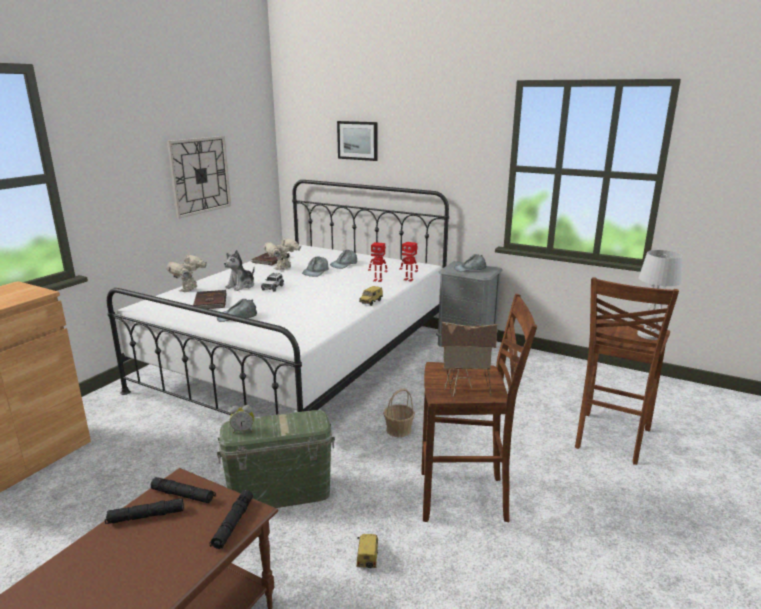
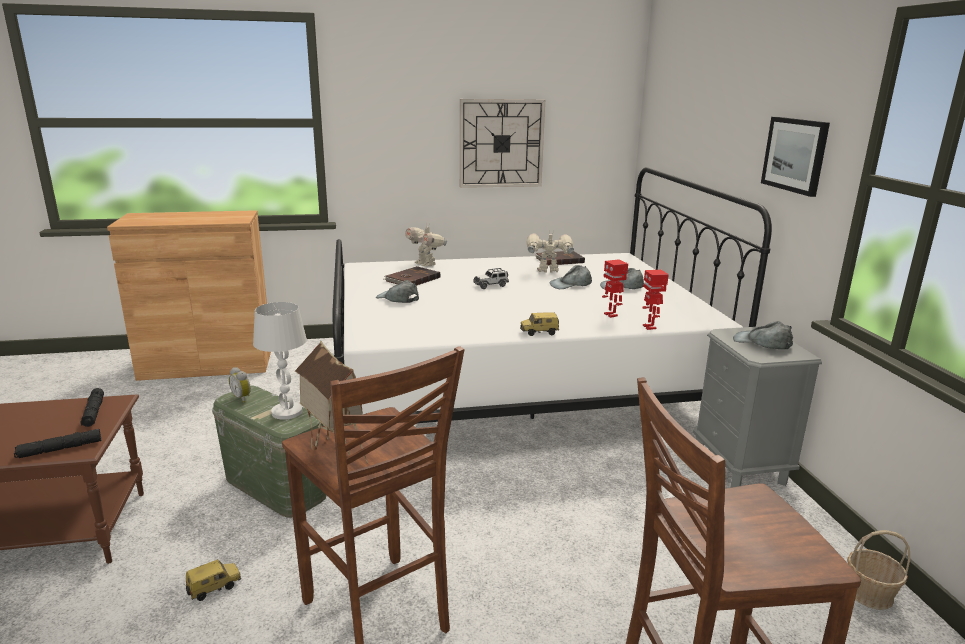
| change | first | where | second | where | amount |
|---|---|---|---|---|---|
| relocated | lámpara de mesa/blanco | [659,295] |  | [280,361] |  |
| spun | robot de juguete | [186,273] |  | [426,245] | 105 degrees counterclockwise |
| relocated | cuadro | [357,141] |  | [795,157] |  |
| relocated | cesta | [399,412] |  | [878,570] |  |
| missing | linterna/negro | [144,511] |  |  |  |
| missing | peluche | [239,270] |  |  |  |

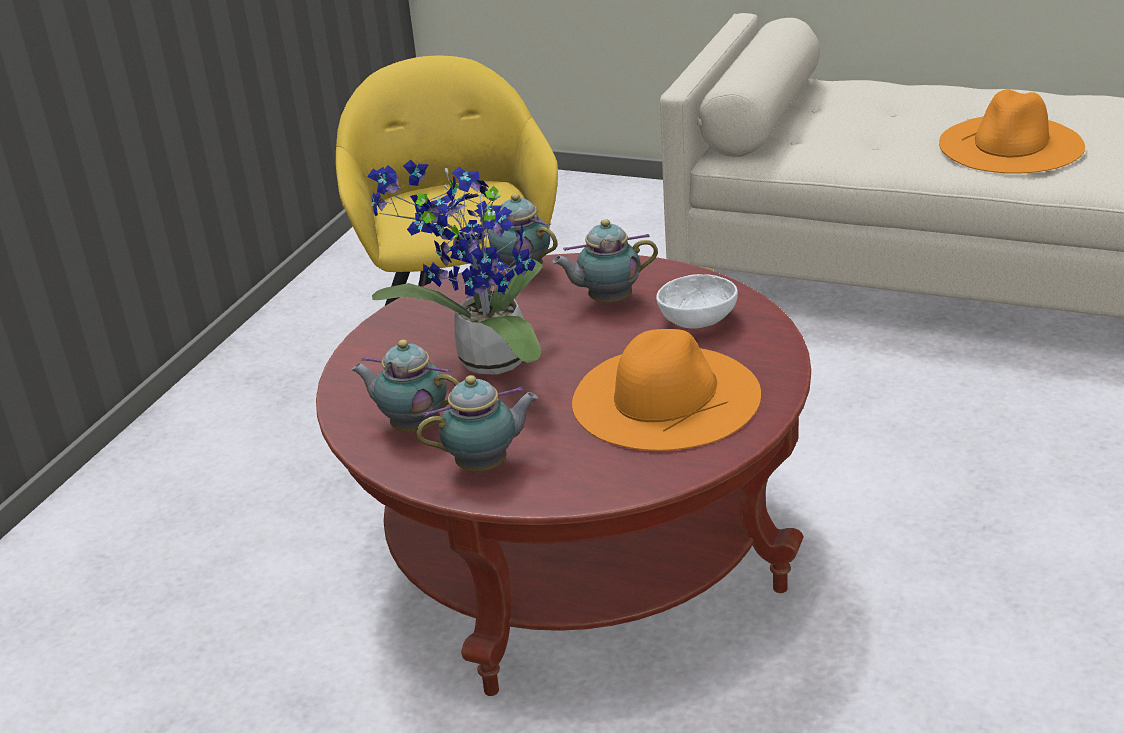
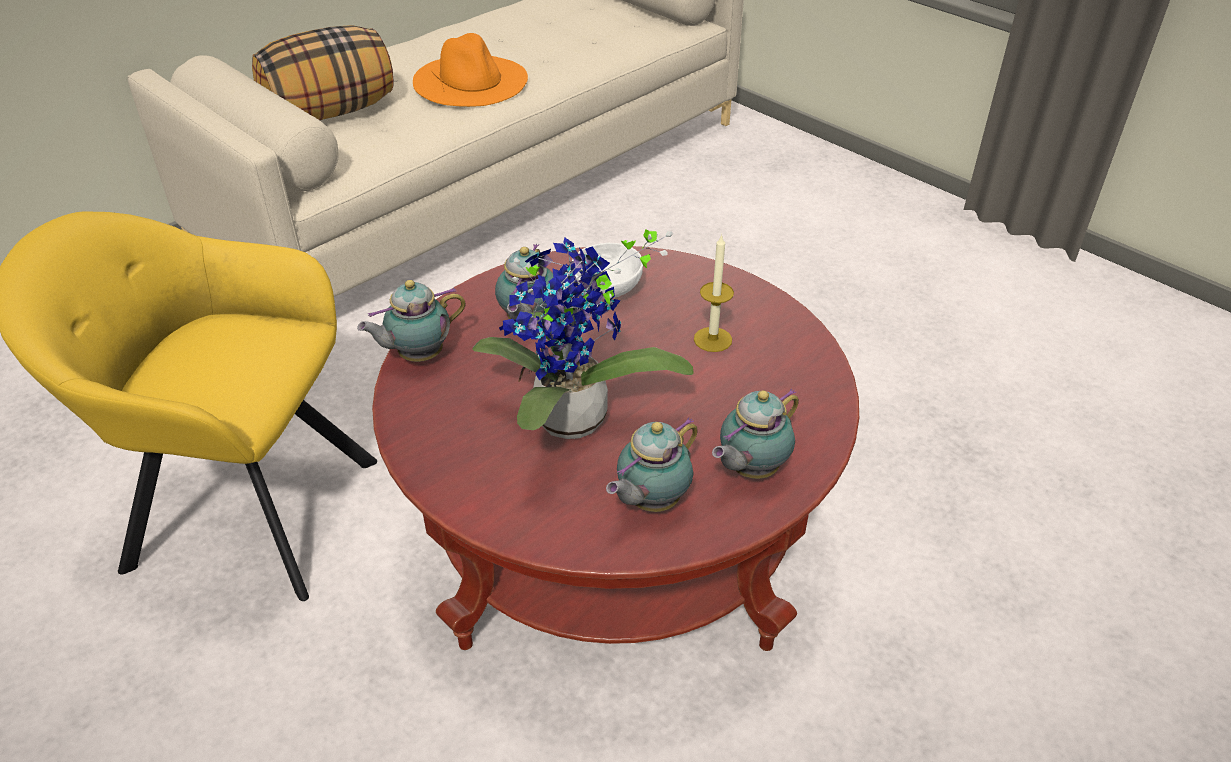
| change | first | where | second | where | amount |
|---|---|---|---|---|---|
| appeared |  |  | cojín | [322,72] |  |
| exchanged | sombrero/naranja | [666,390] | vela | [714,293] |  |
| spun | tetera | [477,423] |  | [755,433] | 135 degrees counterclockwise |

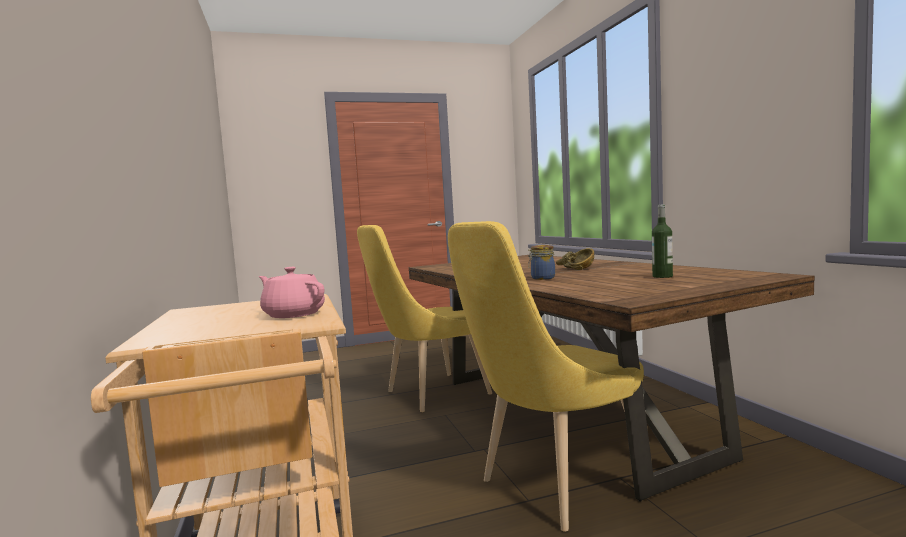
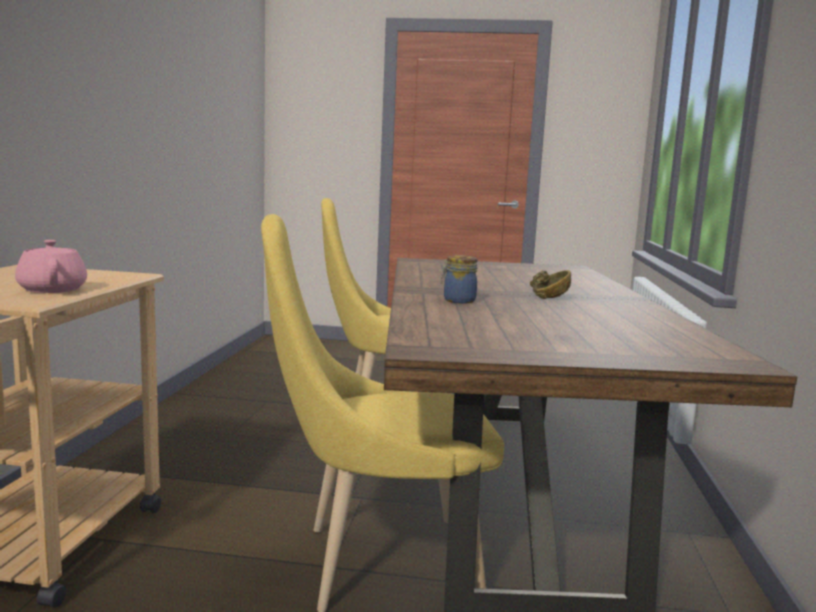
| change | first | where | second | where | amount |
|---|---|---|---|---|---|
| missing | botella | [662,241] |  |  |  |

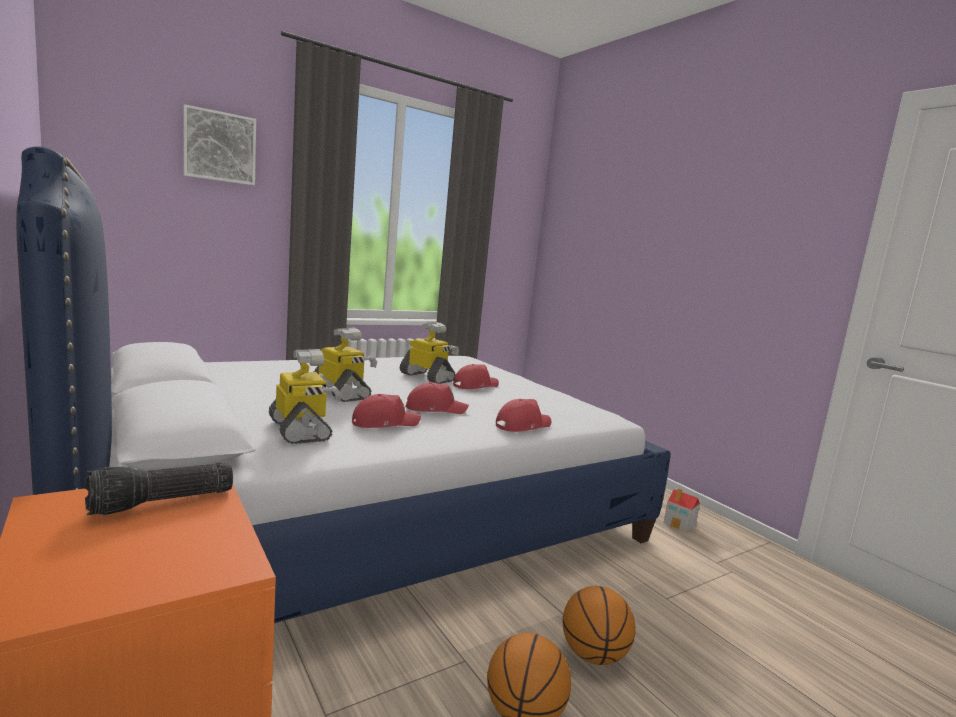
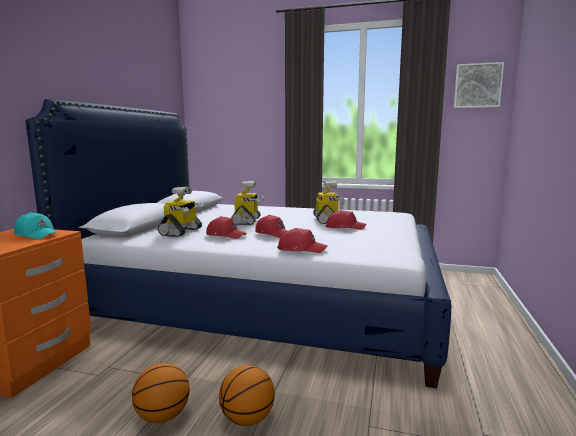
| change | first | where | second | where | amount |
|---|---|---|---|---|---|
| exchanged | linterna | [159,488] | gorra/turquesa | [36,225] |  |
| relocated | cuadro | [219,145] |  | [479,85] |  |
| missing | casita | [682,510] |  |  |  |

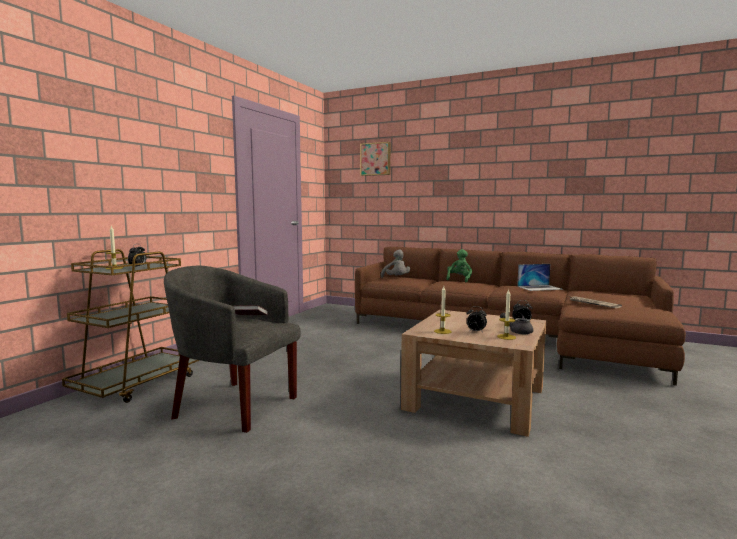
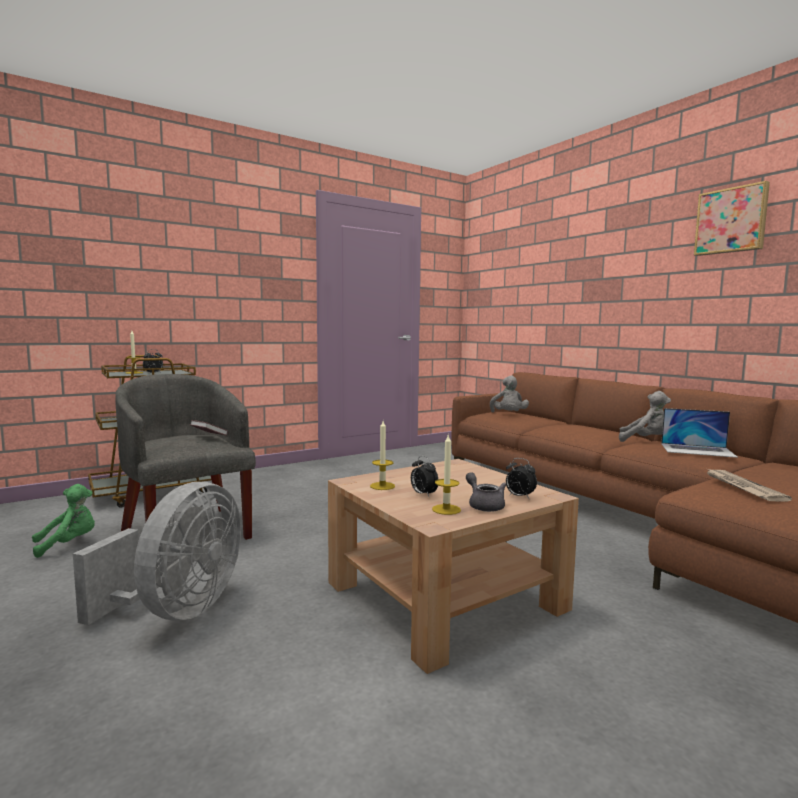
| change | first | where | second | where | amount |
|---|---|---|---|---|---|
| relocated | peluche/verde | [459,265] |  | [63,521] |  |
| appeared |  |  | ventilador/gris | [157,553] |  |
| appeared |  |  | peluche/gris | [645,416] |  |
| relocated | cuadro | [375,159] |  | [732,218] |  |

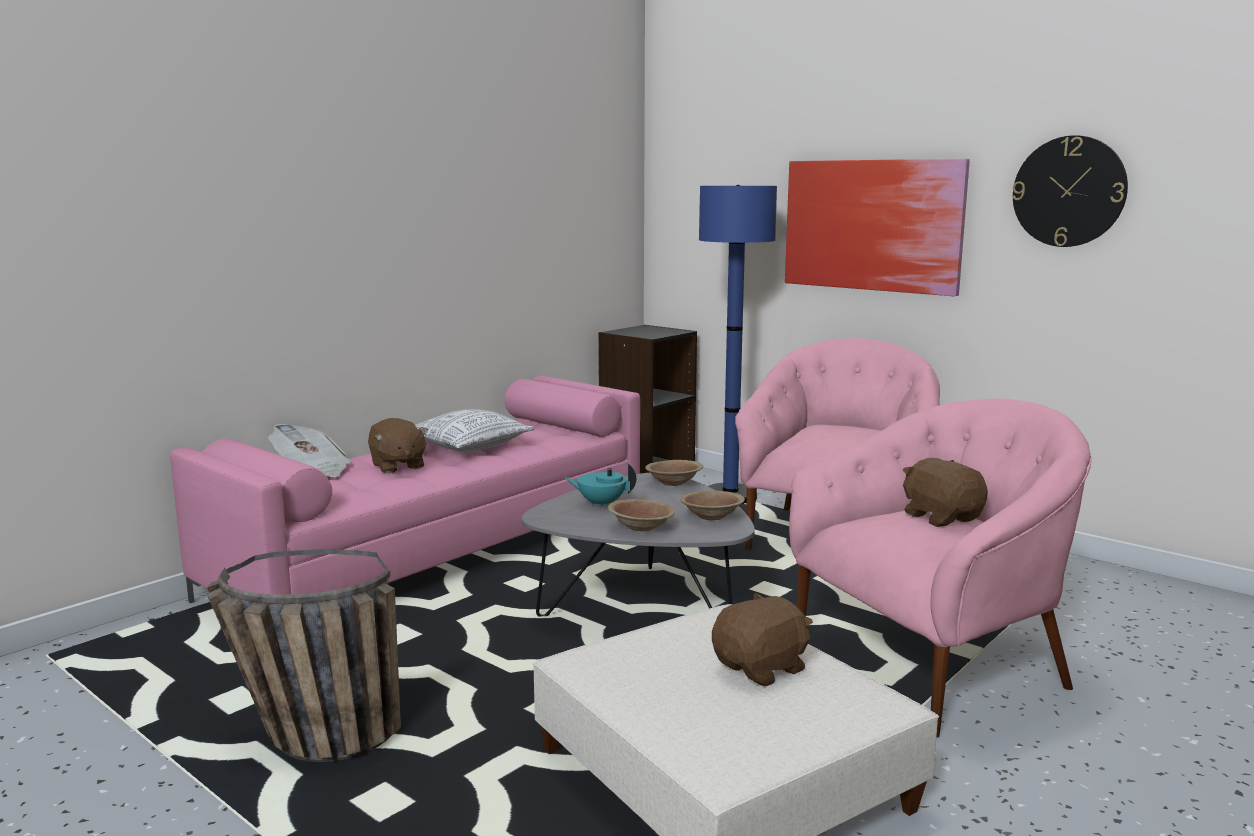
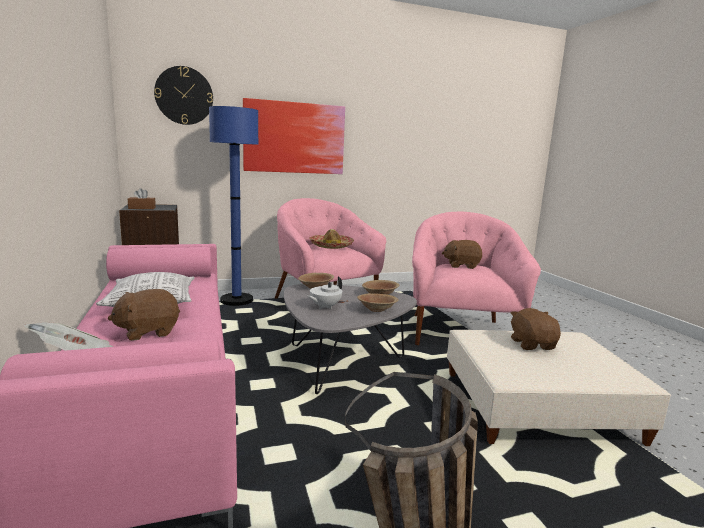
| change | first | where | second | where | amount |
|---|---|---|---|---|---|
| spun | peluche/marrón | [398,445] |  | [144,315] | 150 degrees clockwise |
| appeared |  |  | caja de pañuelos/marrón | [142,198] |  |
| relocated | reloj de pared | [1070,191] |  | [183,95] |  |
| colour | tetera/turquesa | [600,486] | tetera/blanco | [325,293] |  |
| appeared |  |  | sombrero | [332,239] |  |

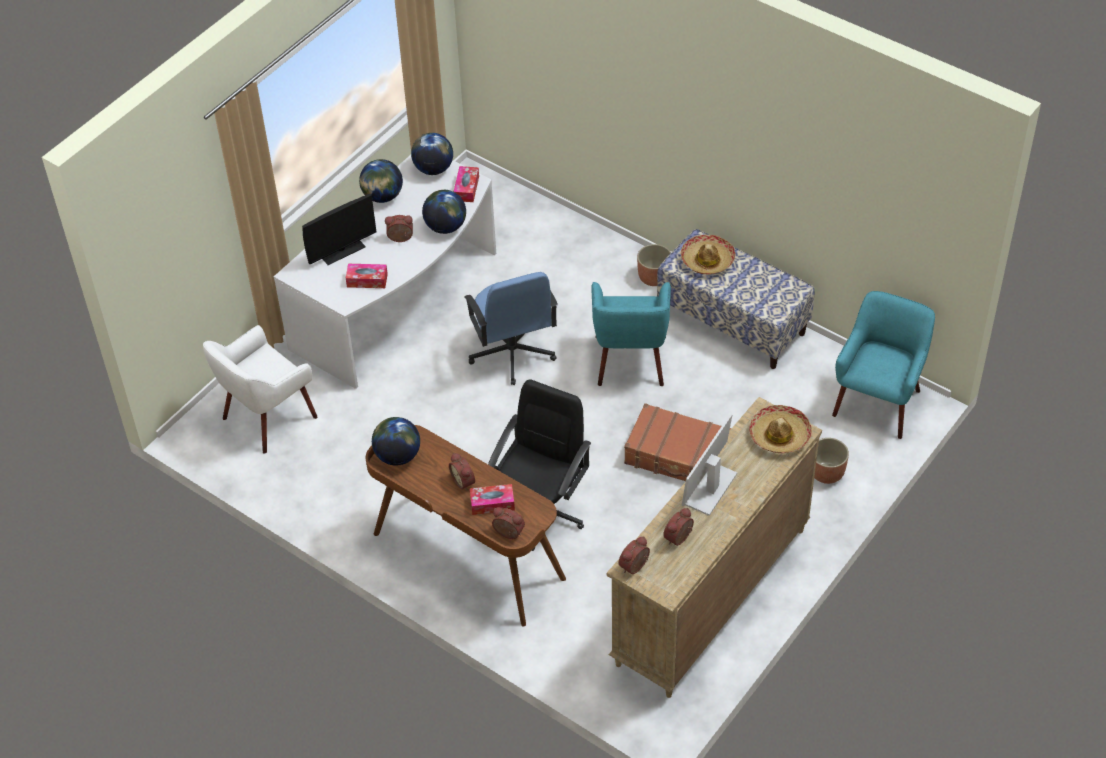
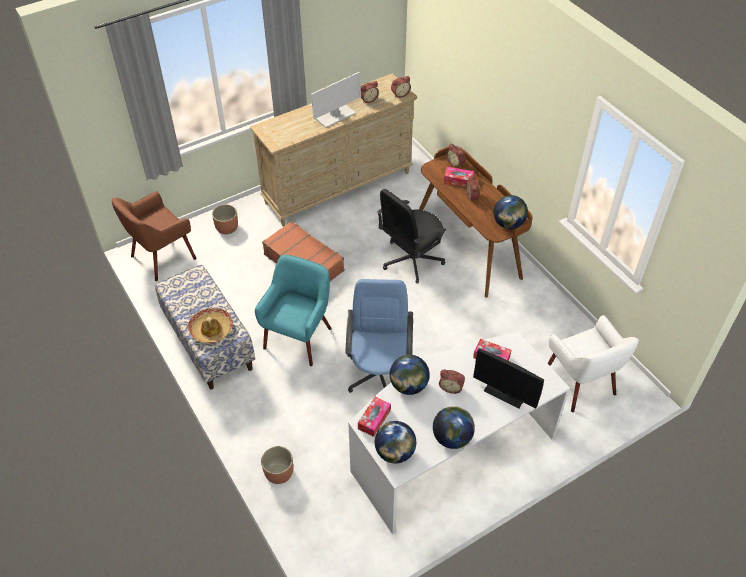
| change | first | where | second | where | amount |
|---|---|---|---|---|---|
| colour | sillón/turquesa | [883,365] | sillón/marrón | [153,236] |  |
| relocated | maceta | [654,265] |  | [277,465] |  |
| spun | monitor | [339,229] |  | [508,378] | 135 degrees counterclockwise |
| spun | sillón/blanco | [260,389] |  | [593,363] | 90 degrees clockwise |
| missing | sombrero | [780,429] |  |  |  |

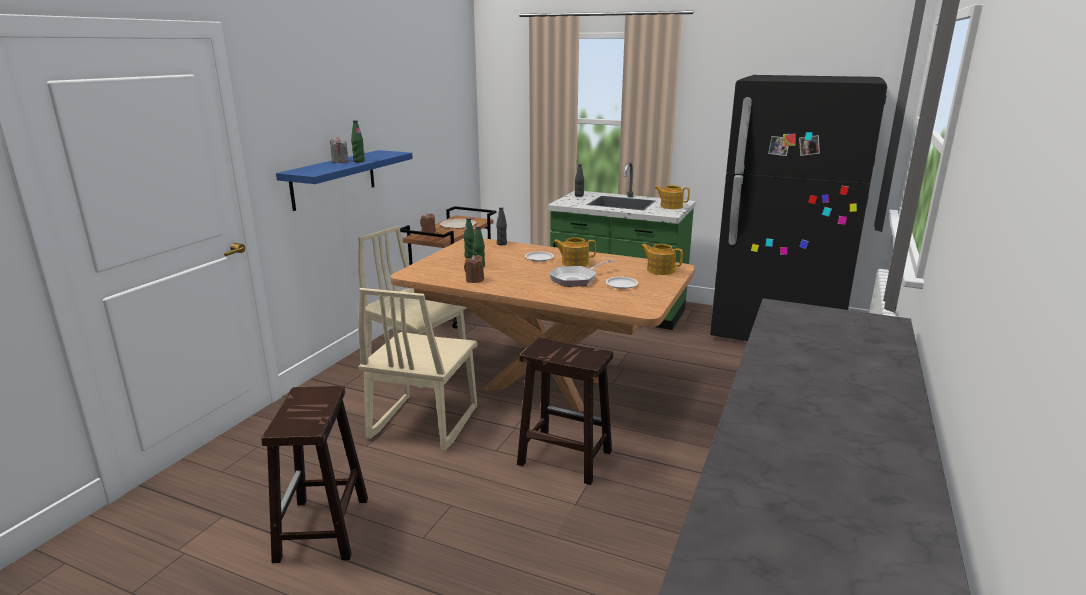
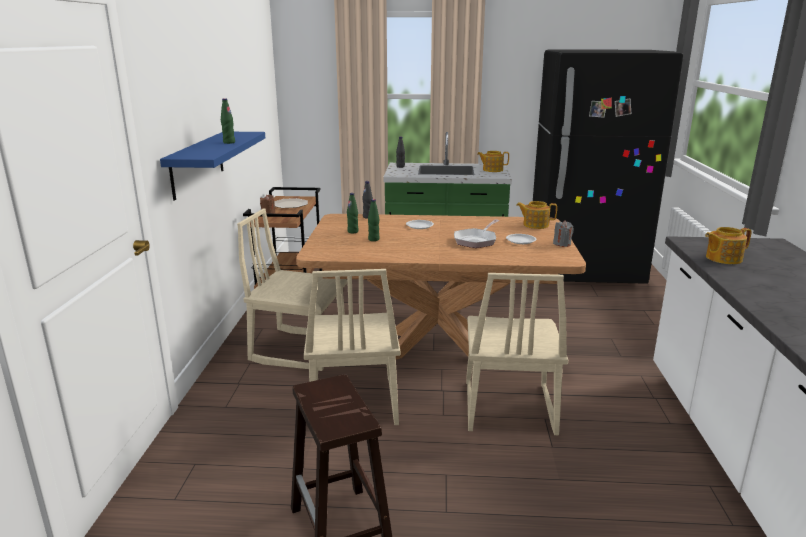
| change | first | where | second | where | amount |
|---|---|---|---|---|---|
| exchanged | taburete/marrón | [565,411] | silla/beis | [517,354] |  |
| relocated | vela/gris | [339,150] |  | [563,233] |  |
| relocated | tetera | [574,252] |  | [728,245] |  |
| missing | vela/marrón | [474,269] |  |  |  |

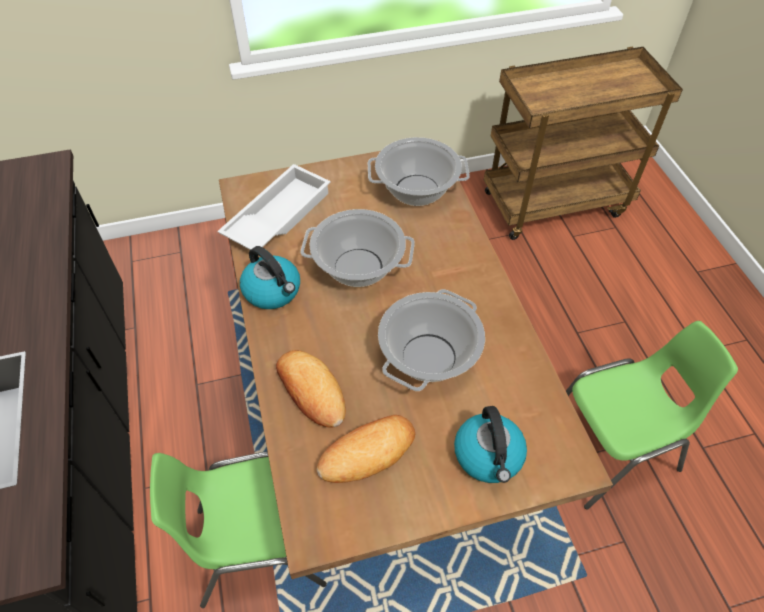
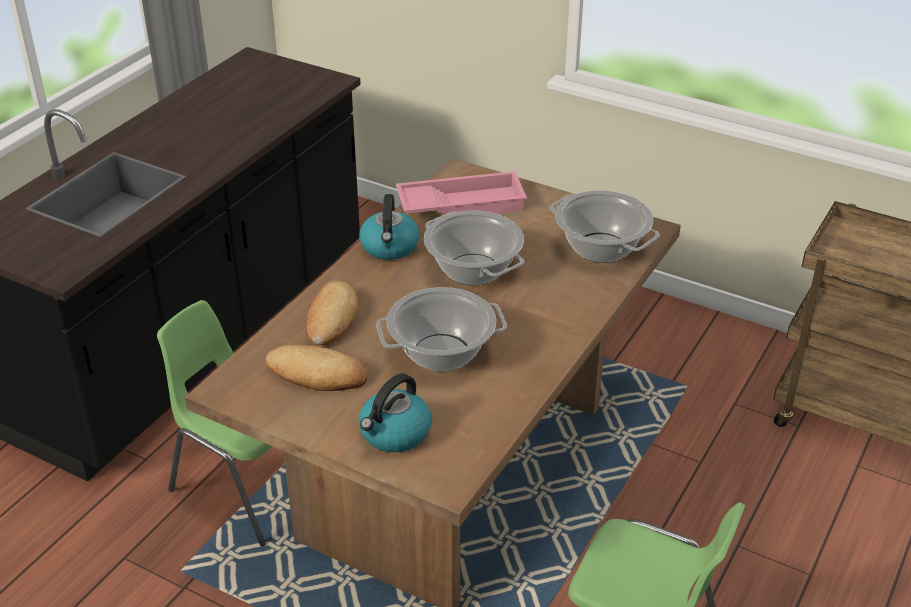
| change | first | where | second | where | amount |
|---|---|---|---|---|---|
| colour | bandeja/blanco | [274,207] | bandeja/rosa | [461,193] |  |

